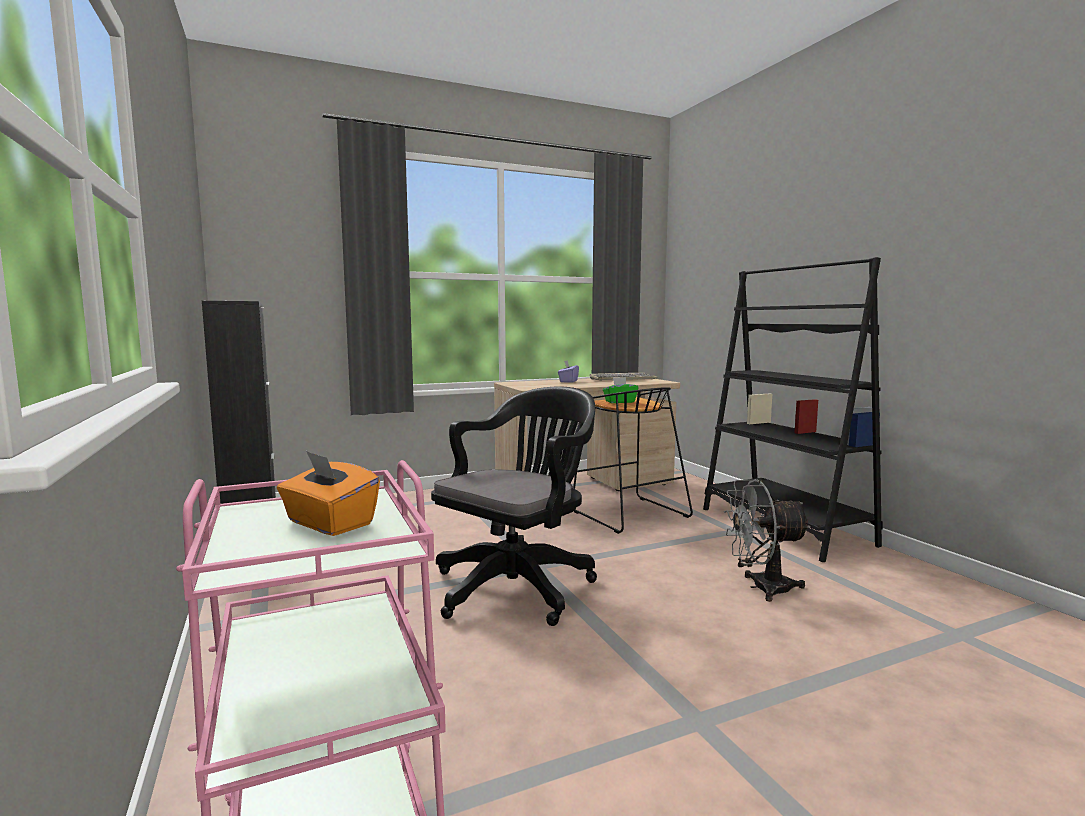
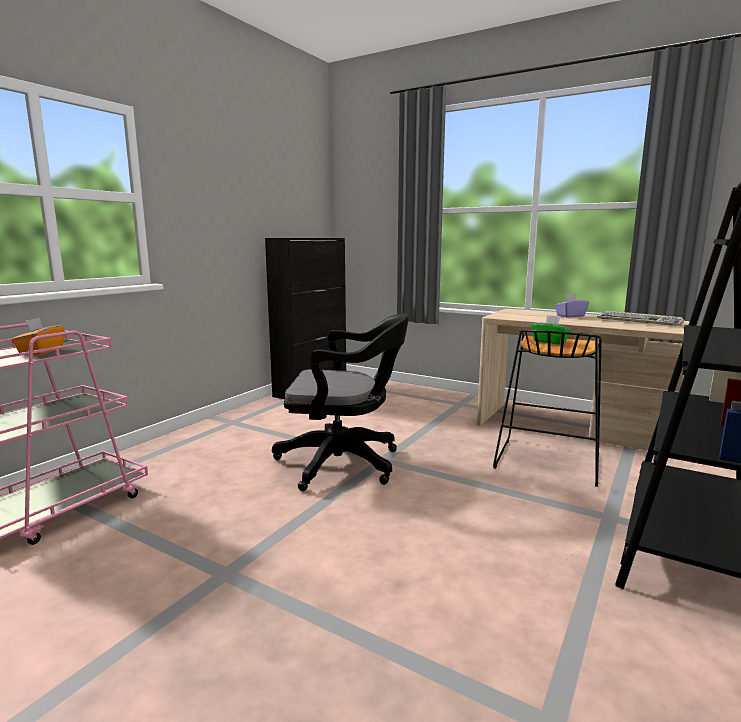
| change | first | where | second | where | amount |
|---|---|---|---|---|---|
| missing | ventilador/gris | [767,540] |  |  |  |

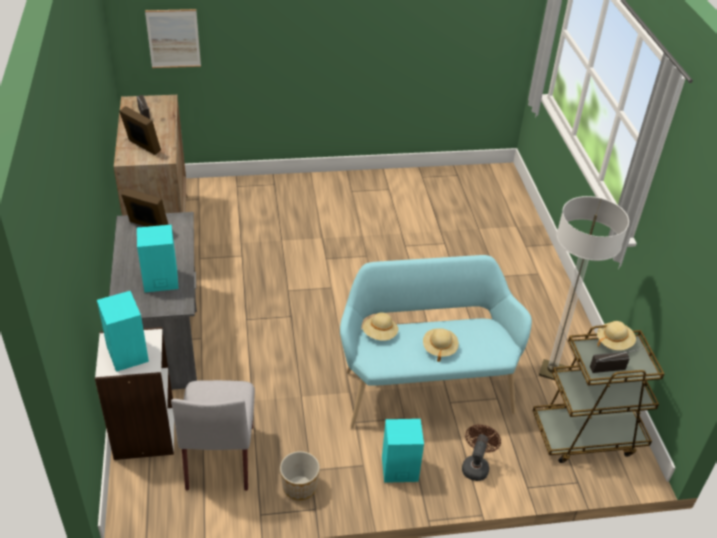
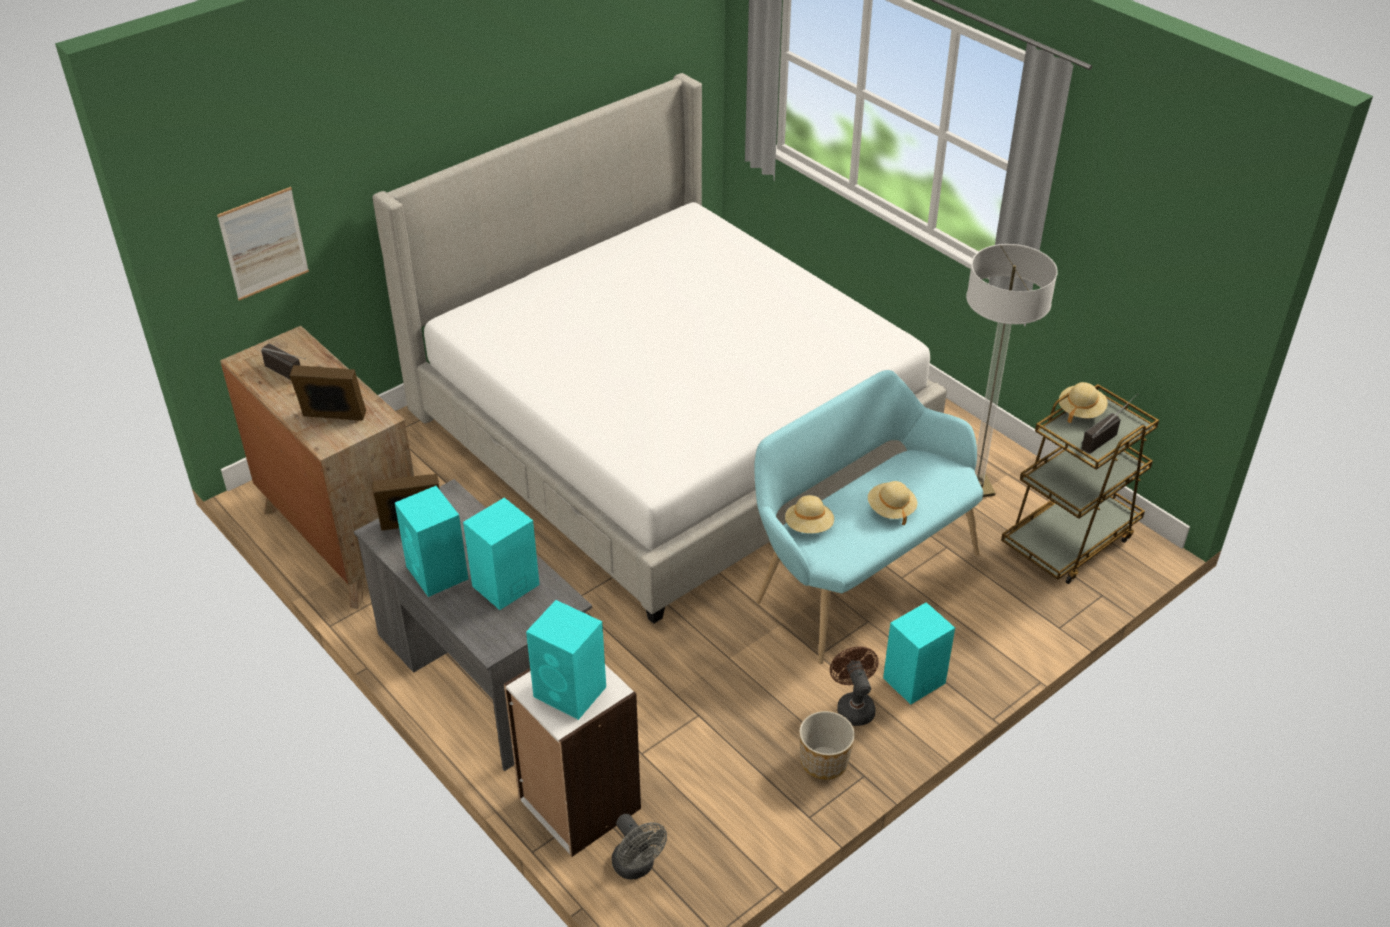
| change | first | where | second | where | amount |
|---|---|---|---|---|---|
| appeared |  |  | cama | [659,348] |  |
| appeared |  |  | altavoz/turquesa | [431,541] |  |
| appeared |  |  | ventilador/gris | [639,846] |  |
| relocated | ventilador/marrón | [481,452] |  | [854,686] |  |
| missing | silla/gris | [213,435] |  |  |  |

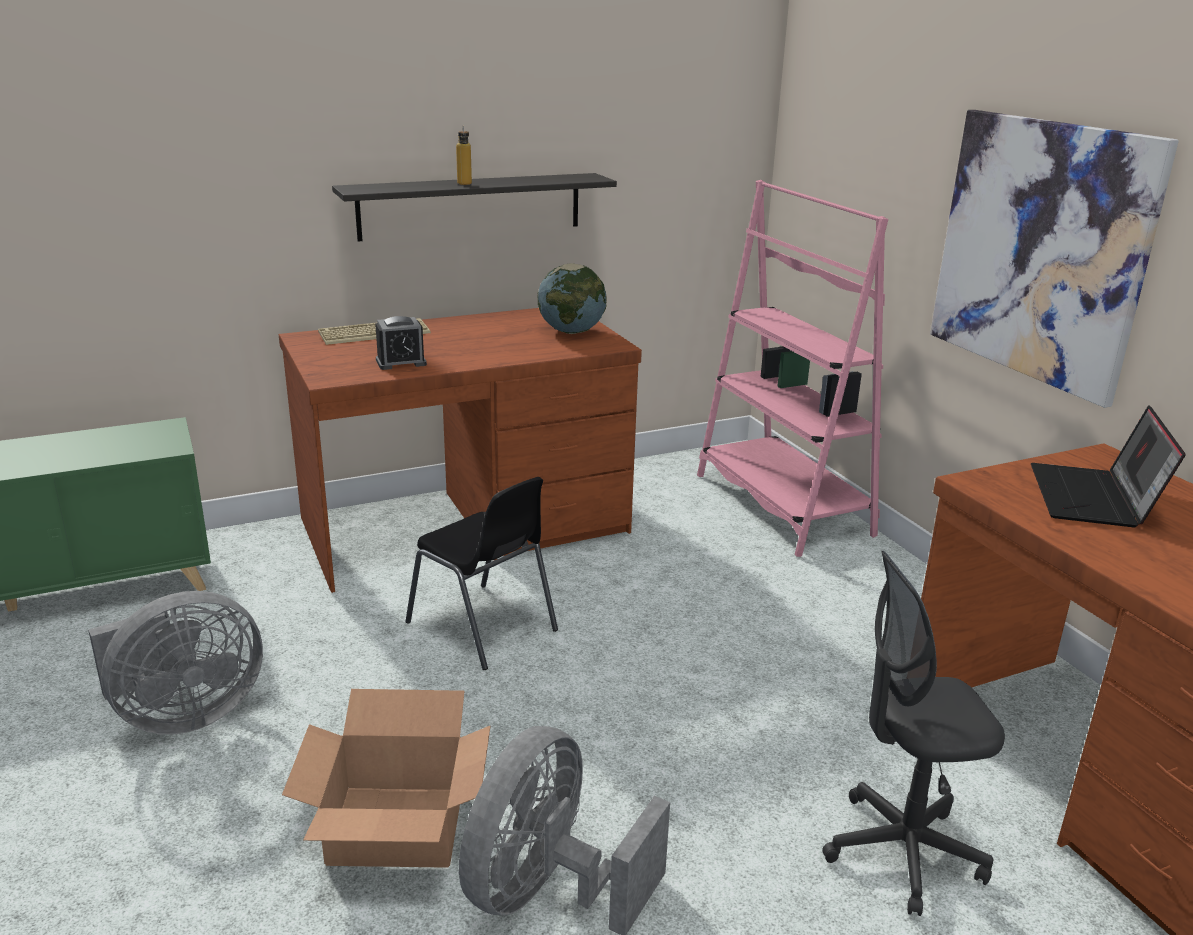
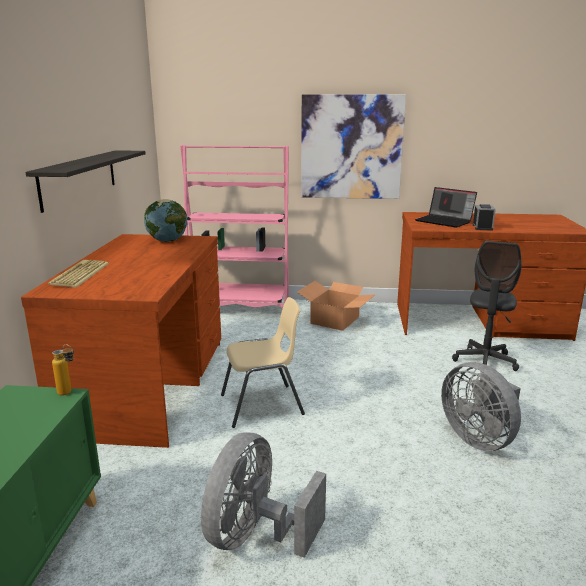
| change | first | where | second | where | amount |
|---|---|---|---|---|---|
| relocated | botella | [464,155] |  | [63,369] |  |
| spun | ventilador/gris | [175,663] |  | [263,495] | 150 degrees counterclockwise |
| colour | silla/negro | [482,573] | silla/beis | [263,362] |  |
| relocated | caja de cartón | [386,778] |  | [336,306] |  |
| relocated | despertador | [401,343] |  | [484,217] |  |

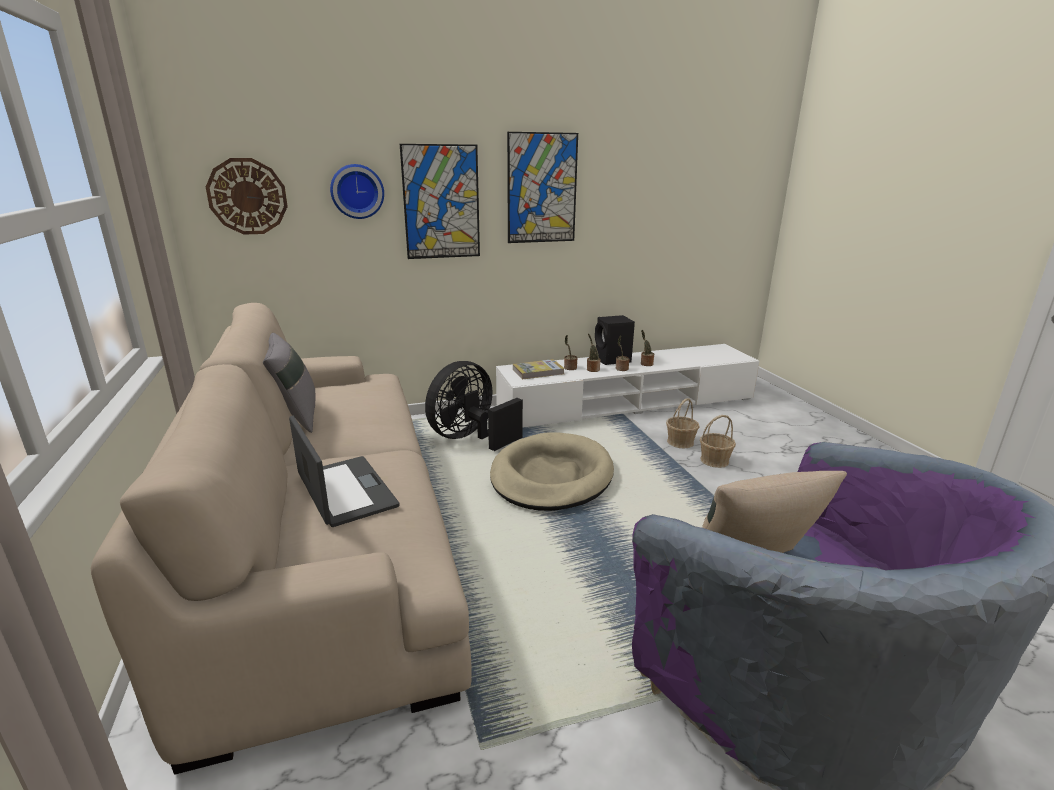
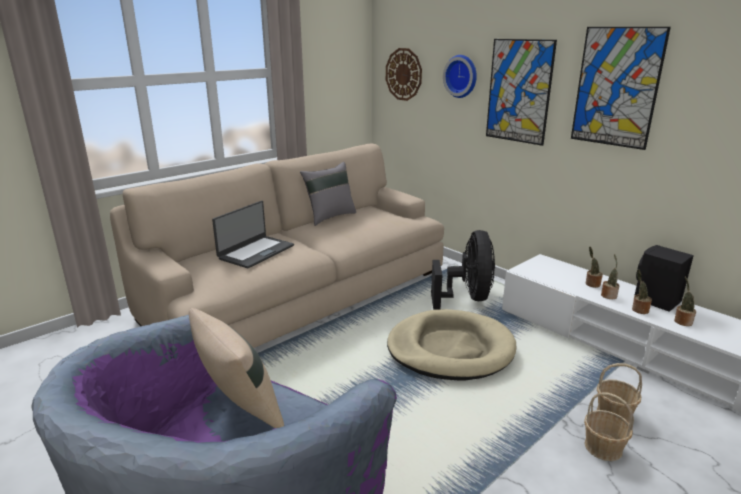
| change | first | where | second | where | amount |
|---|---|---|---|---|---|
| spun | ventilador/negro | [474,406] |  | [463,270] | 75 degrees clockwise |
| missing | libro | [539,369] |  |  |  |

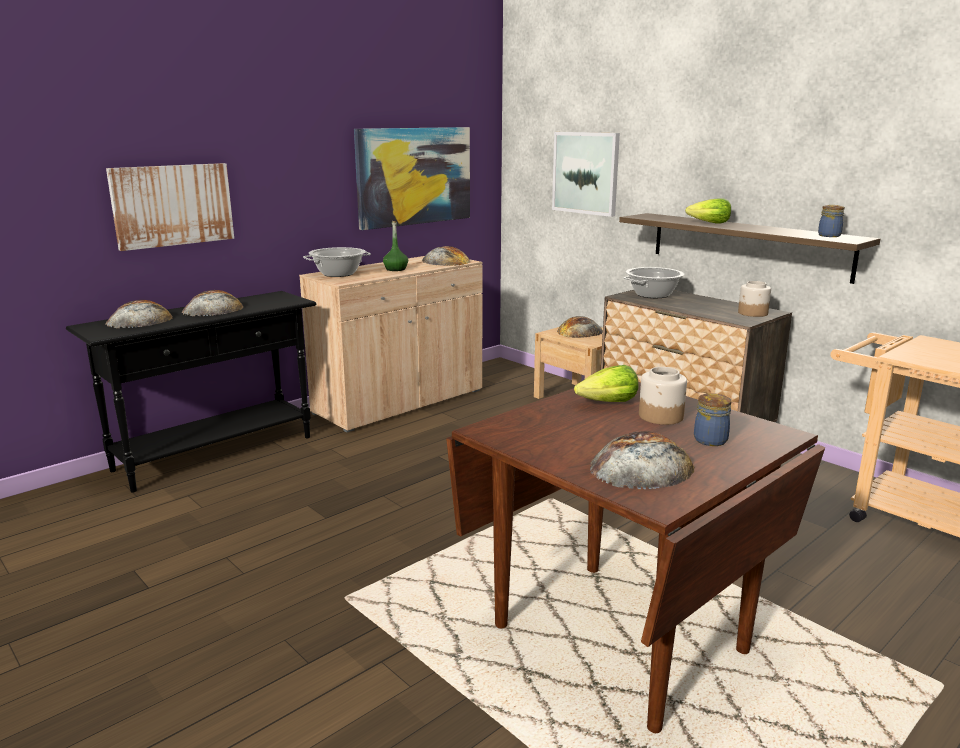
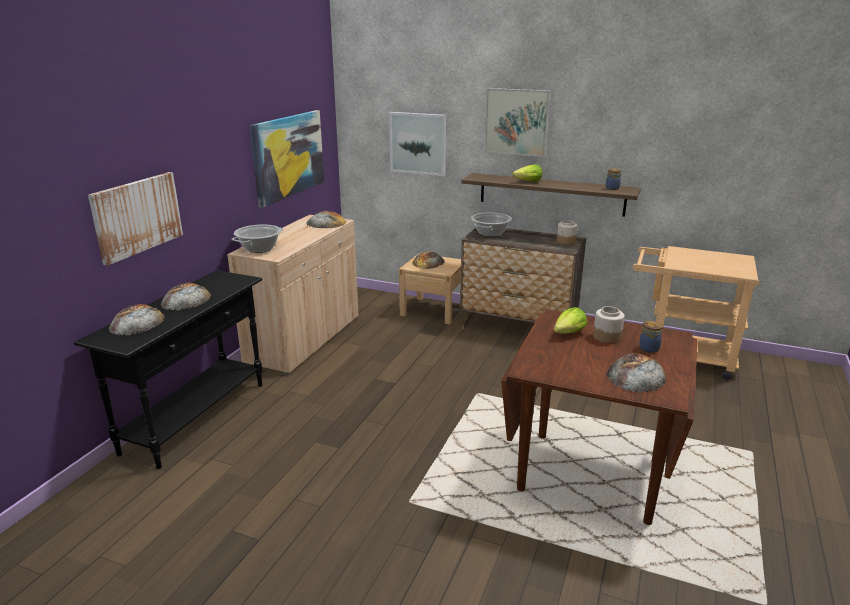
| change | first | where | second | where | amount |
|---|---|---|---|---|---|
| appeared |  |  | cuadro | [517,122] |  |
| missing | botella/verde | [395,246] |  |  |  |

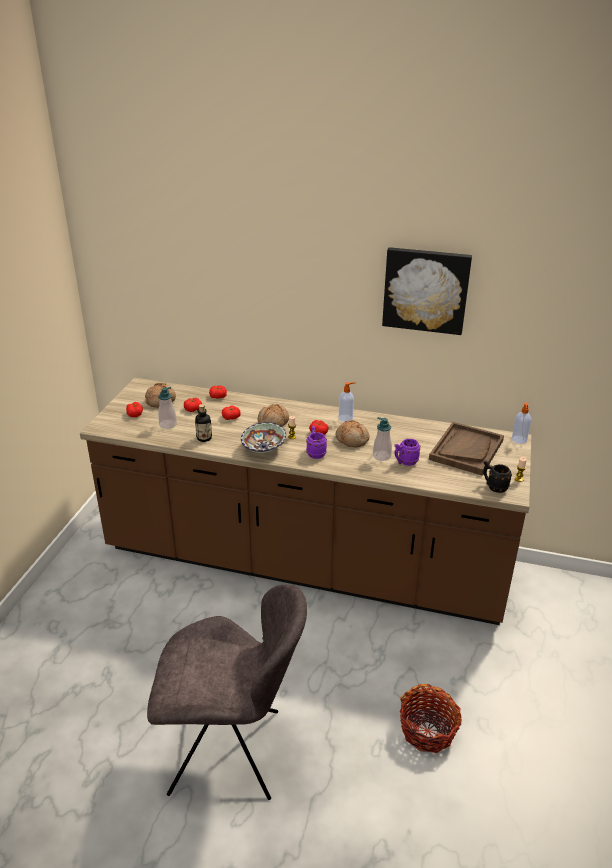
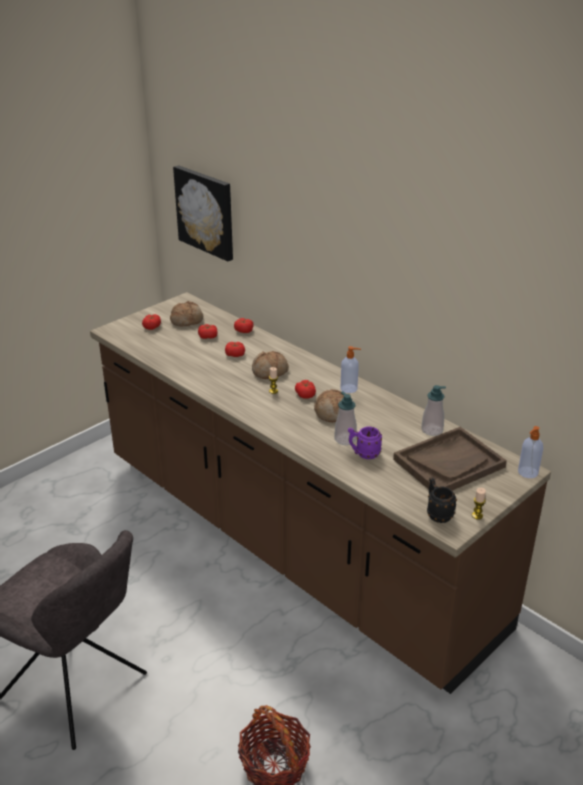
| change | first | where | second | where | amount |
|---|---|---|---|---|---|
| relocated | cuadro | [427,291] |  | [203,213] |  |
| relocated | dispensador de jabón | [167,408] |  | [433,410] |  |
| missing | botella | [203,423] |  |  |  |
| missing | cuenco | [263,437] |  |  |  |
| missing | taza grande/morado | [316,442] |  |  |  |

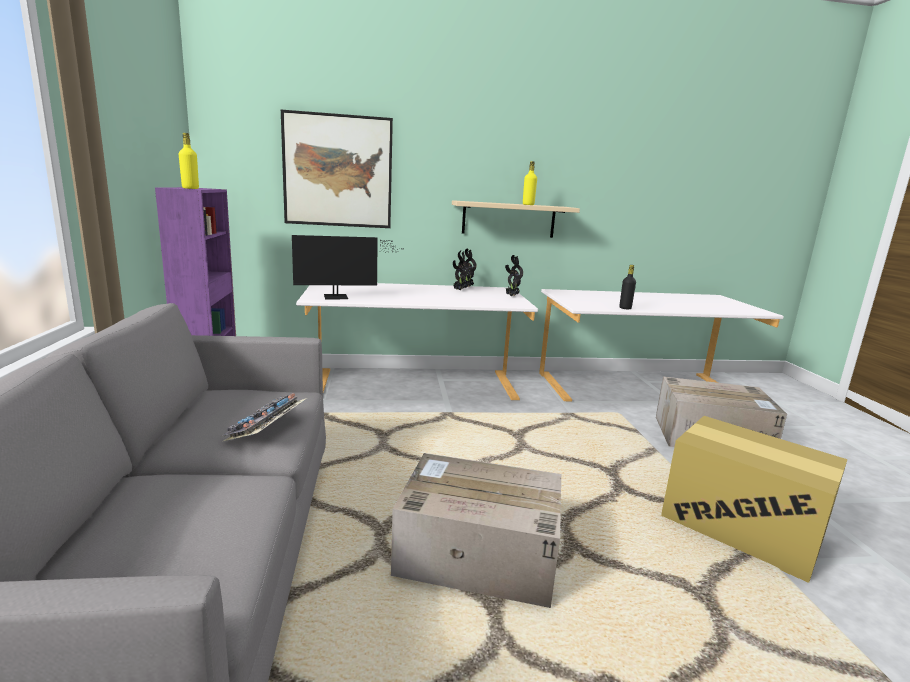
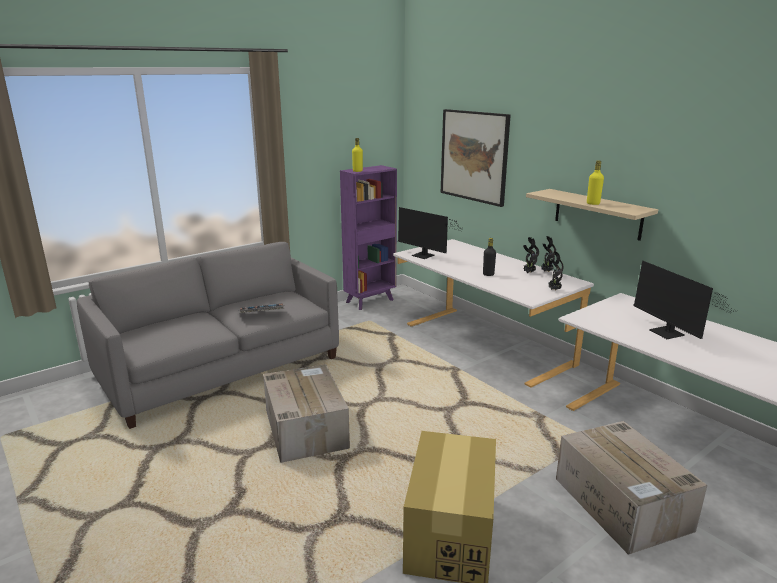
| change | first | where | second | where | amount |
|---|---|---|---|---|---|
| relocated | botella/negro | [627,287] |  | [489,257] |  |
| appeared |  |  | monitor | [684,300] |  |

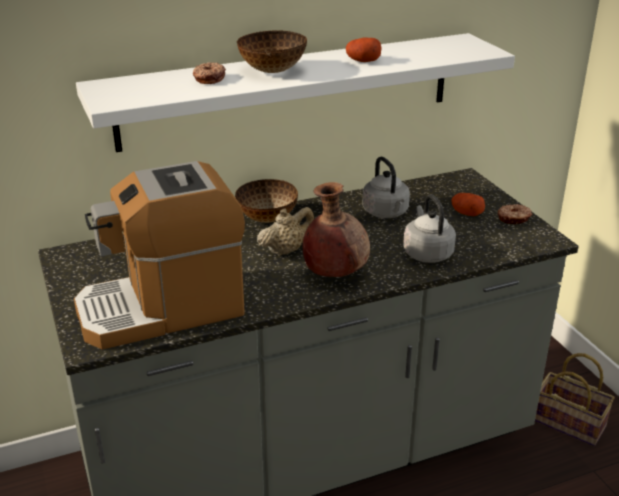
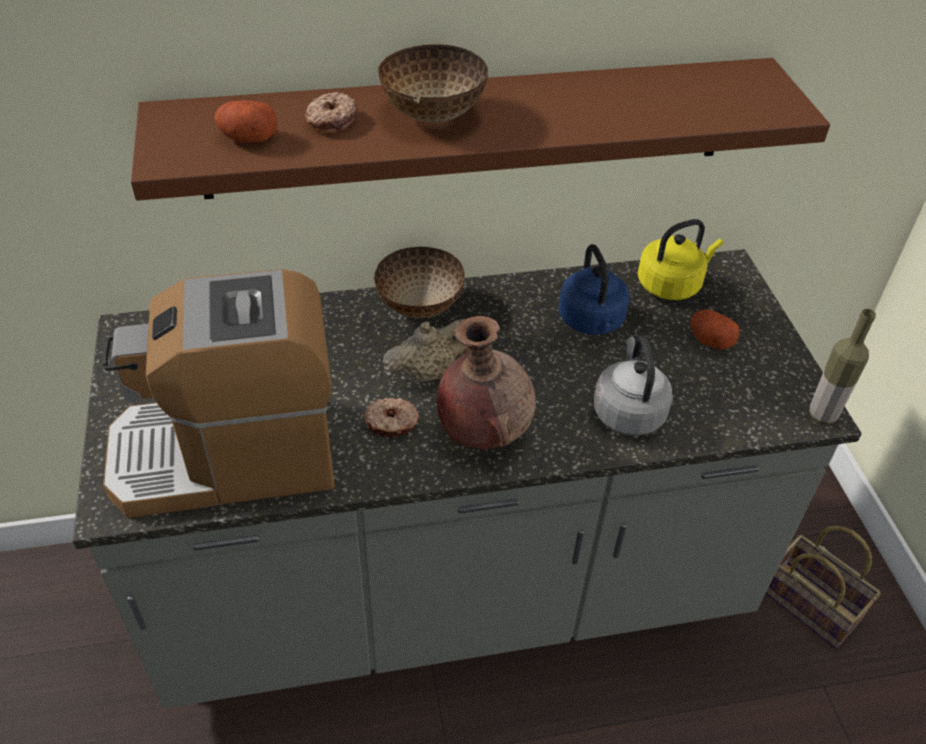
| change | first | where | second | where | amount |
|---|---|---|---|---|---|
| colour | estante/blanco | [295,92] | estante/marrón | [480,129] |  |
| relocated | patata | [364,50] |  | [245,121] |  |
| relocated | rosquilla | [515,214] |  | [392,418] |  |
| colour | hervidor/gris | [386,187] | hervidor/azul | [594,289] |  |
| appeared |  |  | hervidor/amarillo | [680,259] |  |
| appeared |  |  | botella | [842,367] |  |

